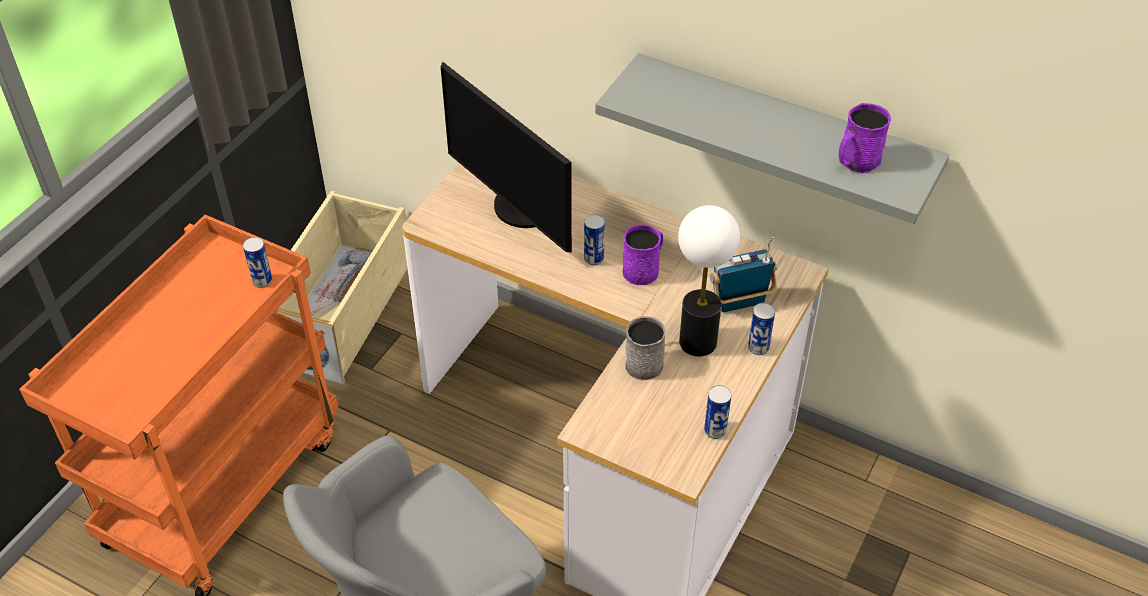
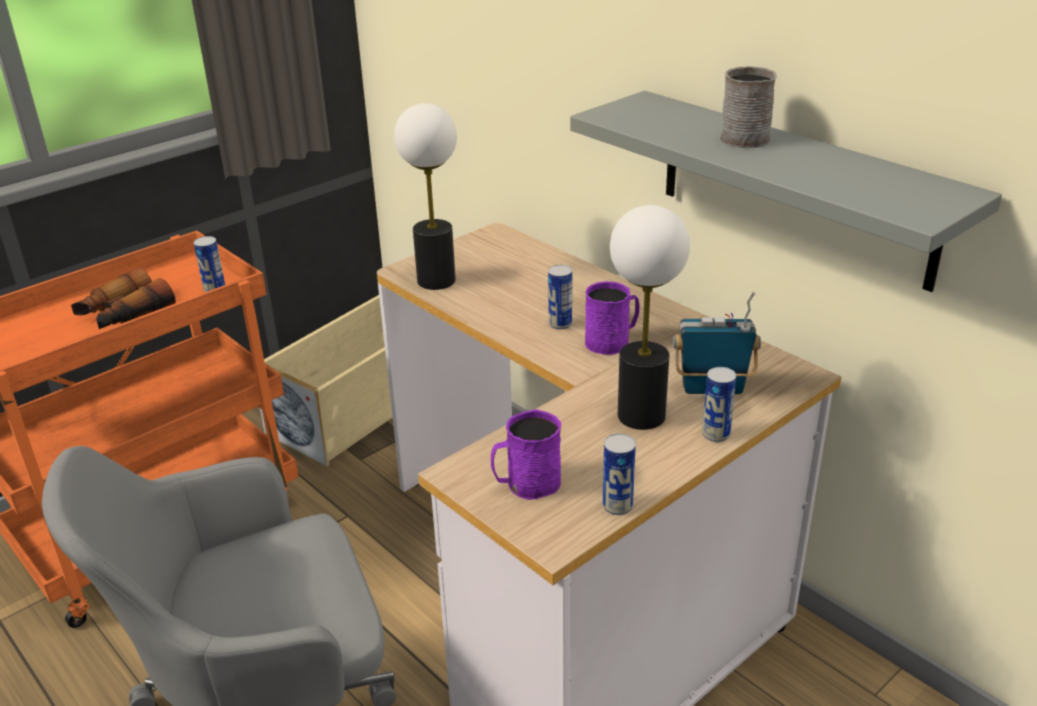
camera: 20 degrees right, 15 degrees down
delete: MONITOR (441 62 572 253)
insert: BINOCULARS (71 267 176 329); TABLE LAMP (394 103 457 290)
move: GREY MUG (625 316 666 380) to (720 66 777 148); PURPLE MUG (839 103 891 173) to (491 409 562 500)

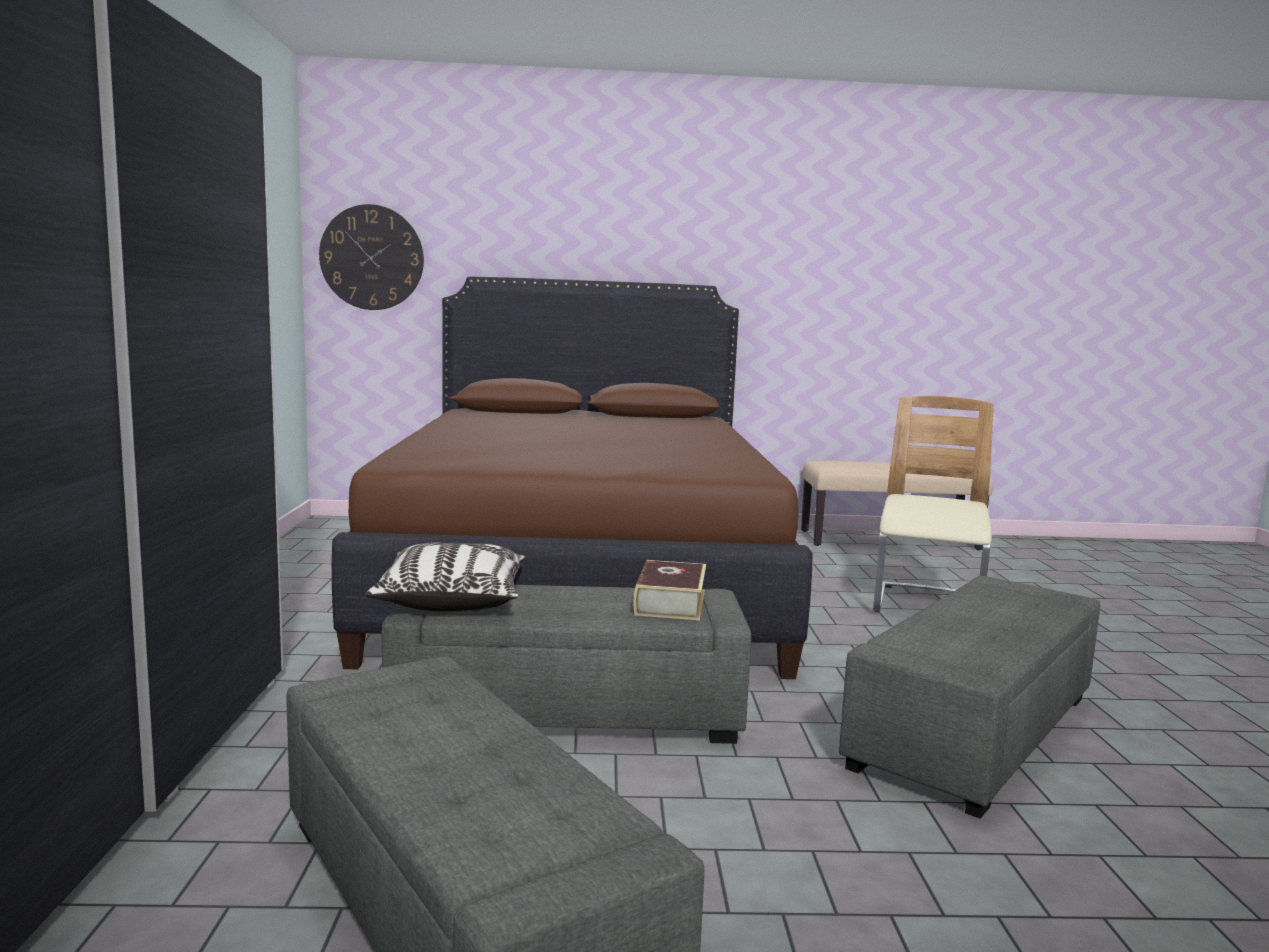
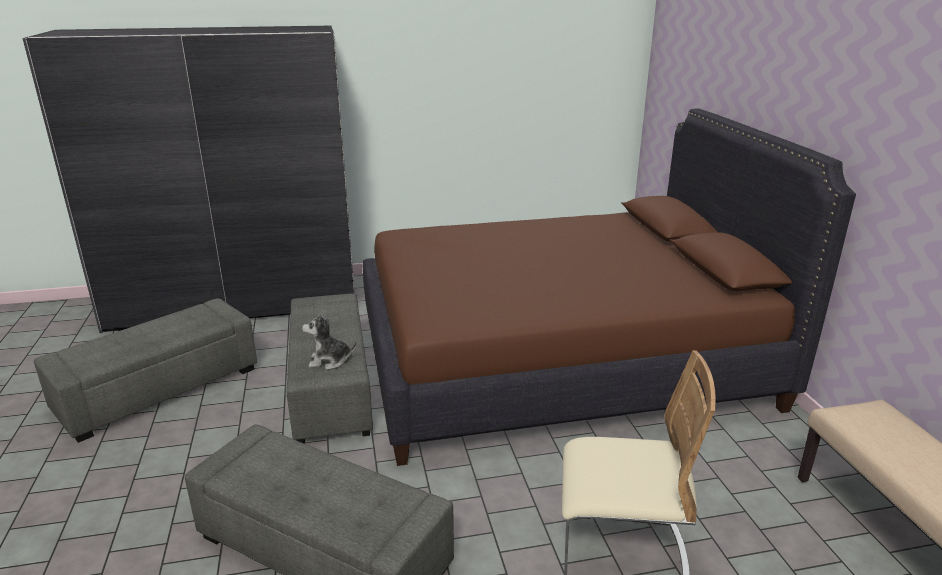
camera: 80 degrees right, 15 degrees up
delete: WALL CLOCK (319 204 424 310); PILLOW (365 543 525 611)
replace: BOOK (634 560 706 620) to PLUSH TOY (302 311 357 370)

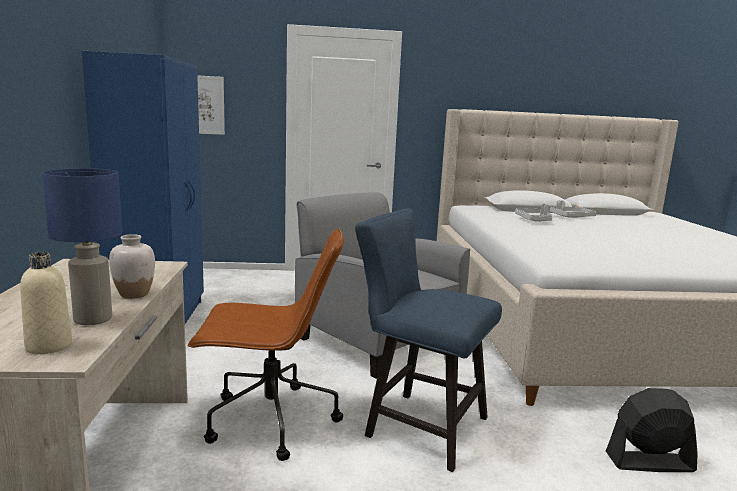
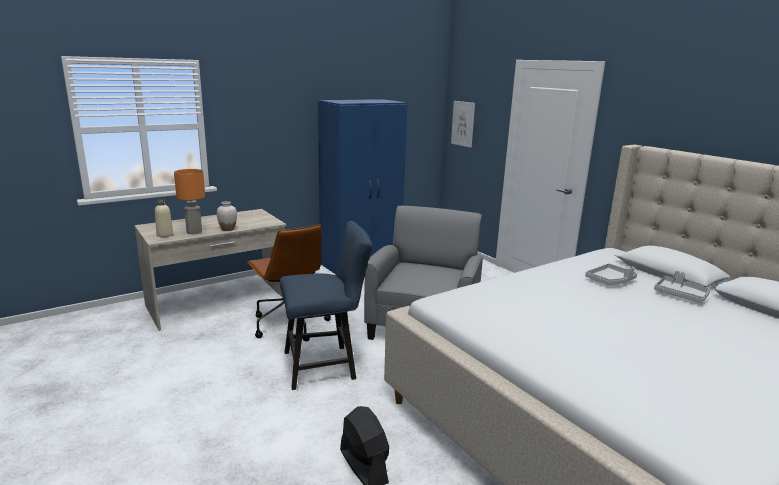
camera: 60 degrees right, 5 degrees up
recolor: BLUE TABLE LAMP (42 168 122 325) to ORANGE TABLE LAMP (174 169 205 234)
rotate: BLUE CHAIR (355 208 502 472) = (280 221 372 390) 75 degrees clockwise

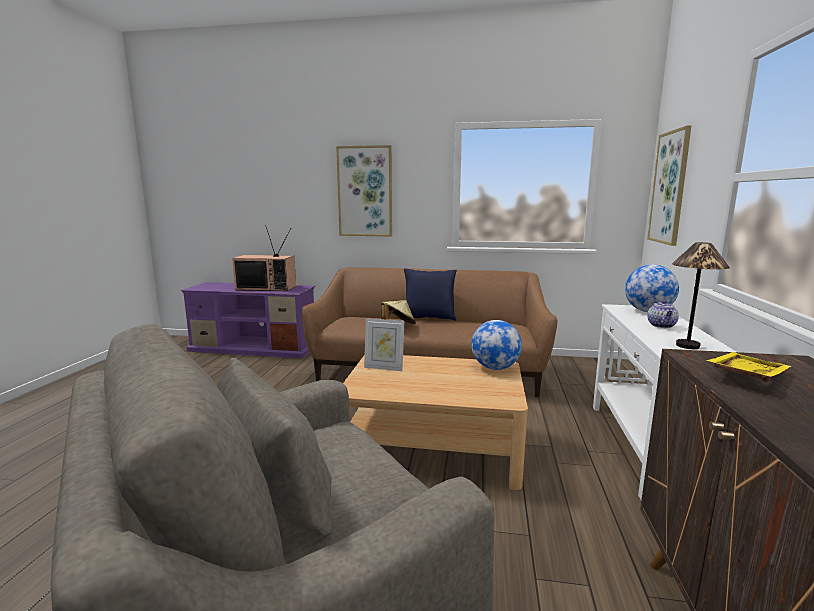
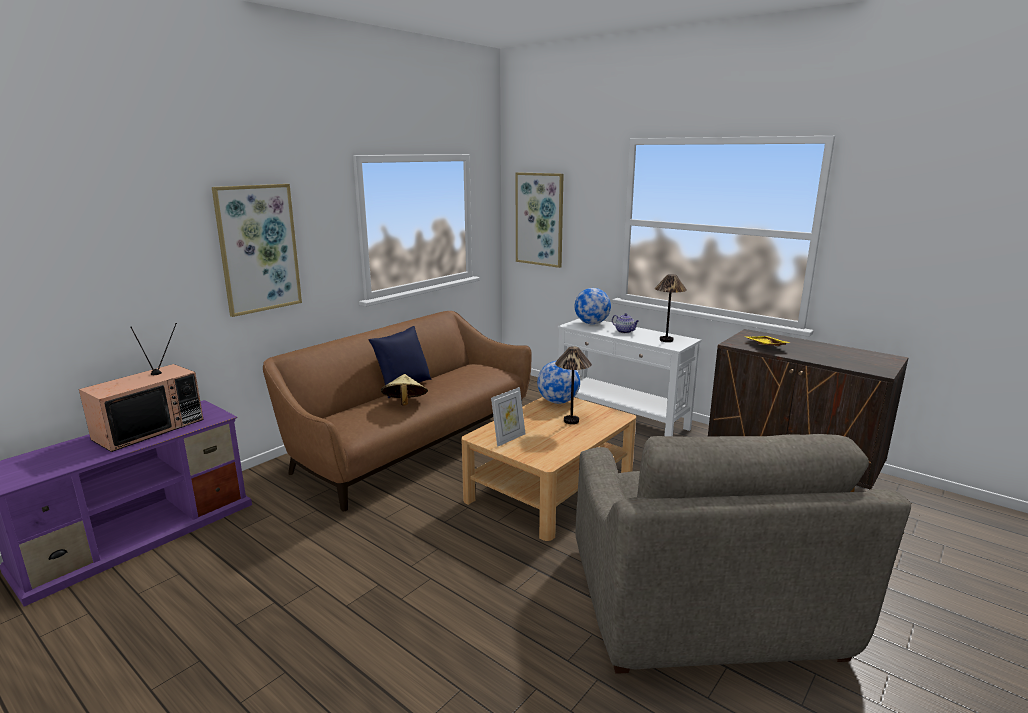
camera: 60 degrees left, 5 degrees up
insert: TABLE LAMP (555 346 592 424)

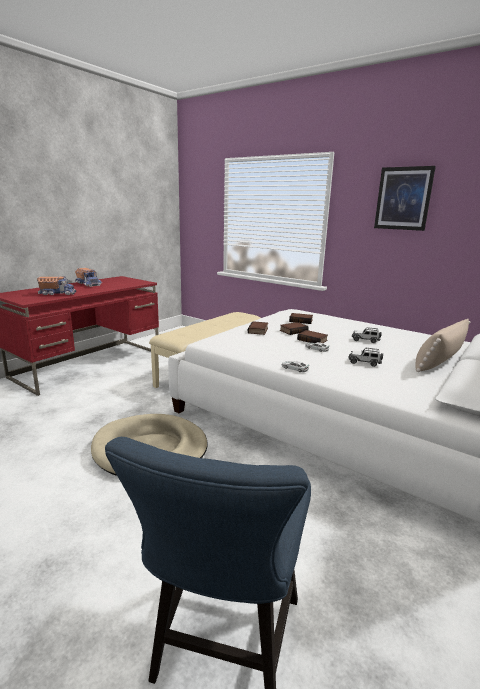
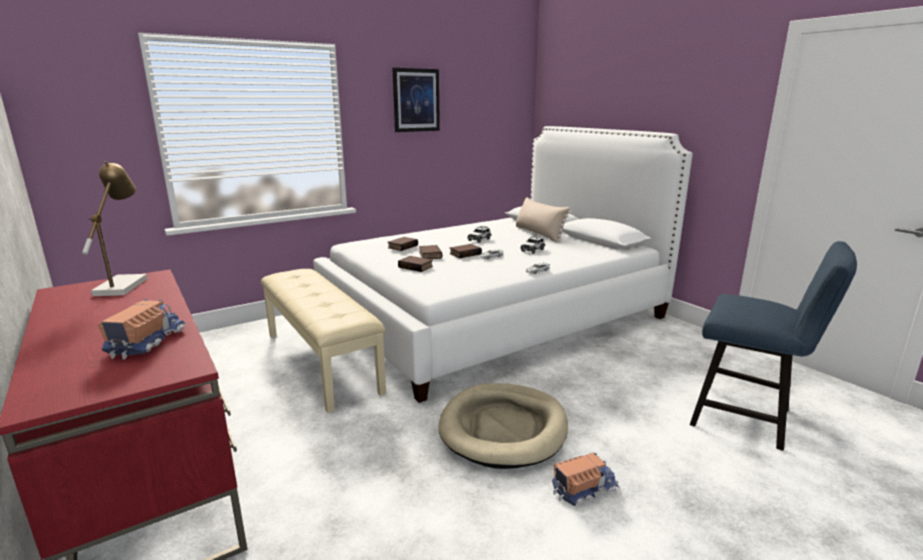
camera: 70 degrees left, 0 degrees up
insert: TABLE LAMP (82 161 147 296)
move: TOY TRUCK (75 268 102 287) to (552 453 620 506)

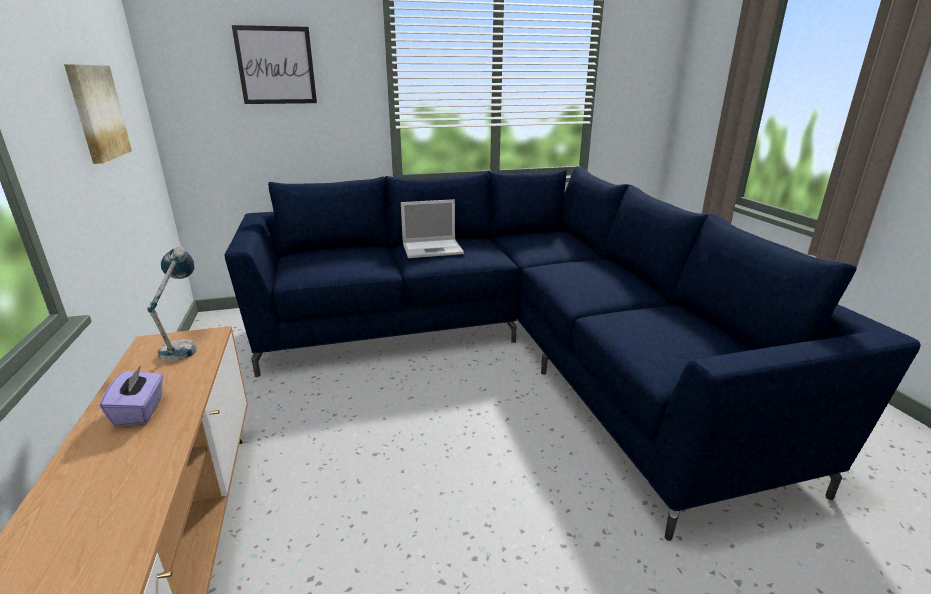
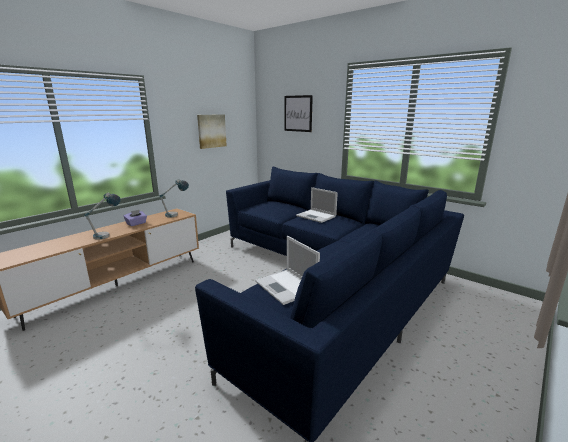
camera: 55 degrees right, 5 degrees down
insert: TABLE LAMP (85 193 121 240); LAPTOP (255 236 320 305)

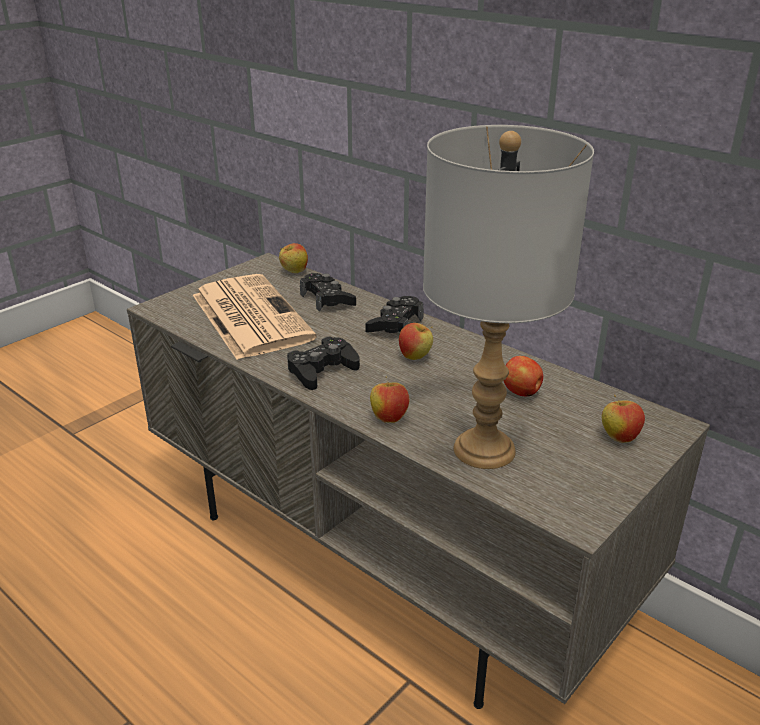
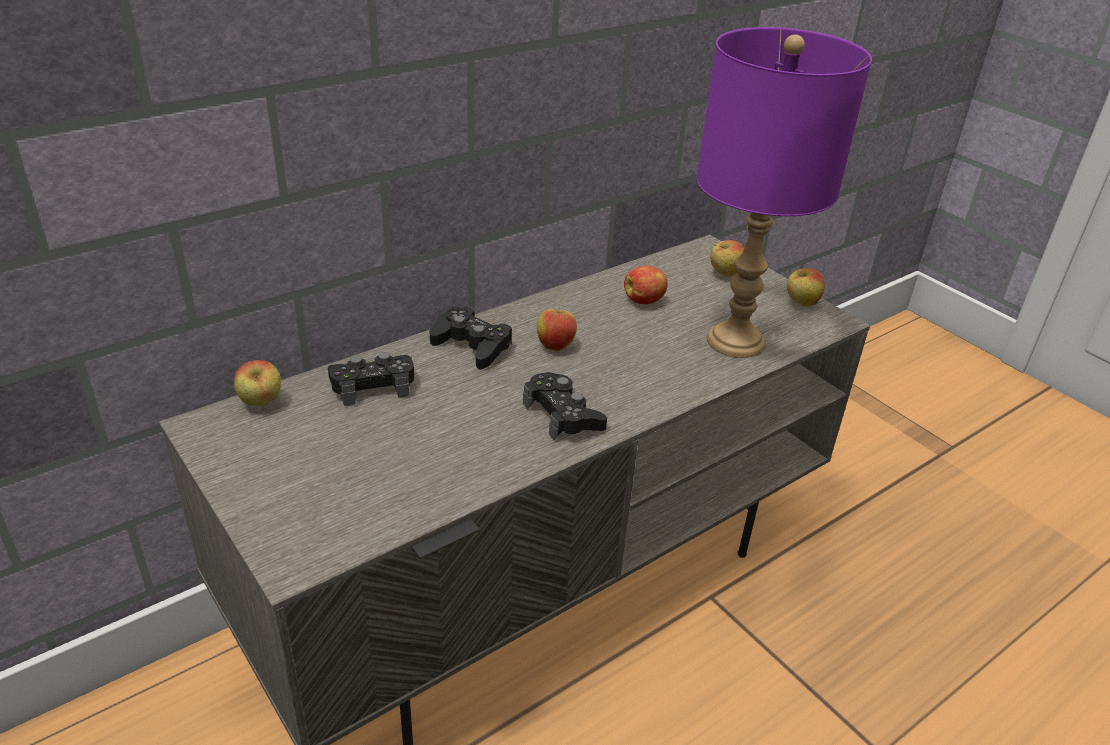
camera: 80 degrees left, 5 degrees up
delete: NEWSPAPER (193 274 317 360)
move: APPLE (370 376 409 423) to (787 268 825 307)
recolor: GREY TABLE LAMP (423 125 594 469) to PURPLE TABLE LAMP (696 27 872 358)

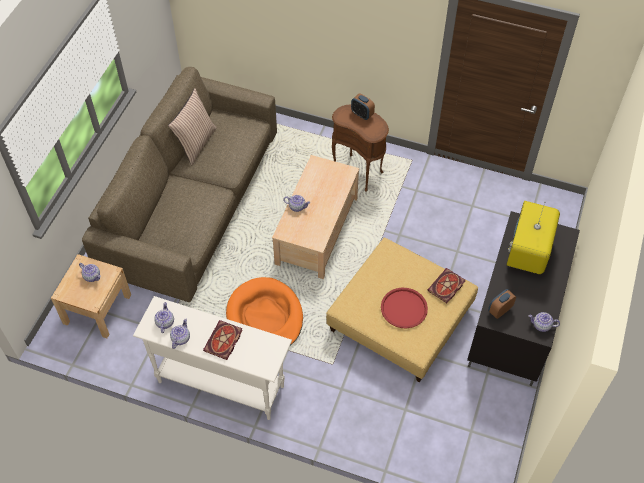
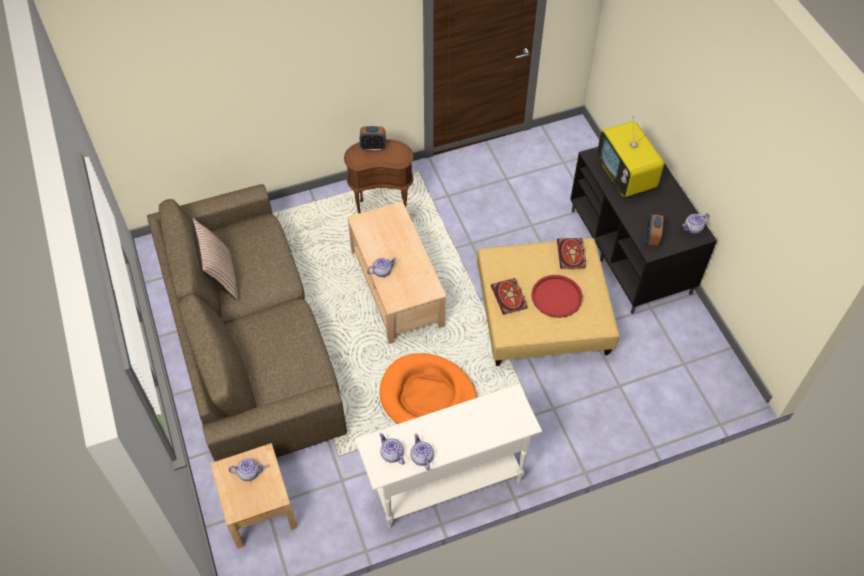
camera: 40 degrees left, 0 degrees up
move: BOOK (203 320 243 360) to (491 278 528 315)

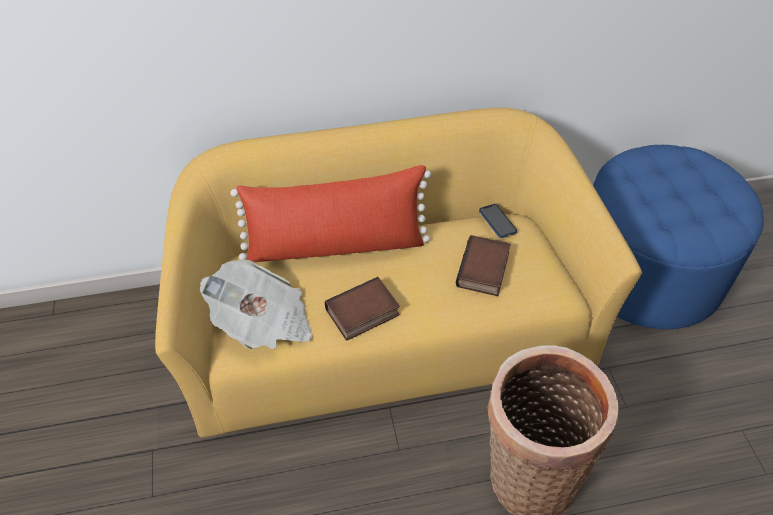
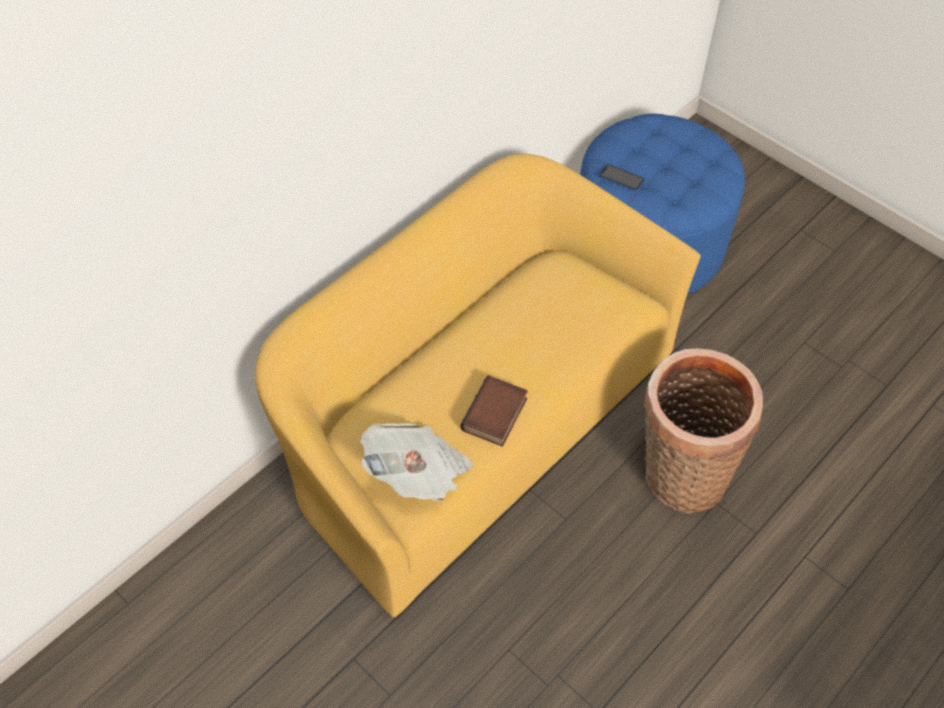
camera: 35 degrees left, 5 degrees up
delete: RED PILLOW (230 165 431 262); BOOK (456 235 511 296)
move: PHONE (479 204 517 238) to (599 164 644 191)

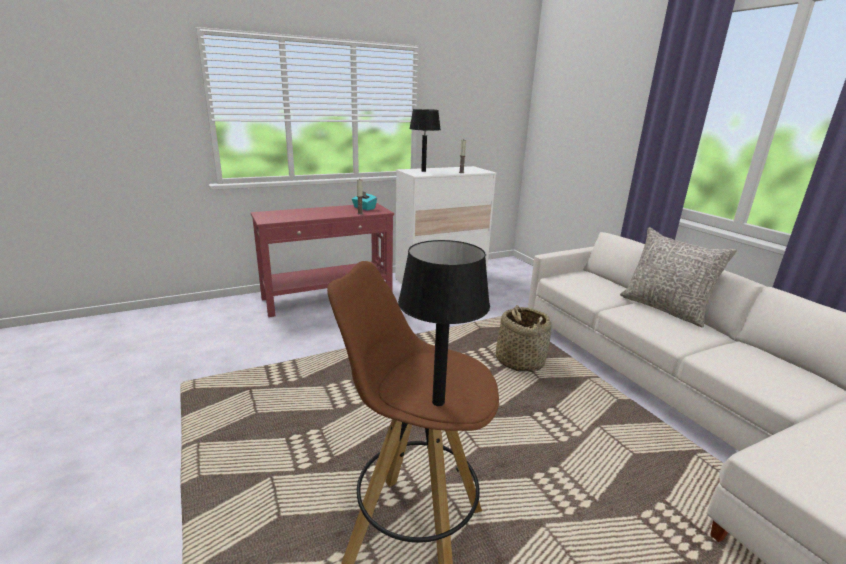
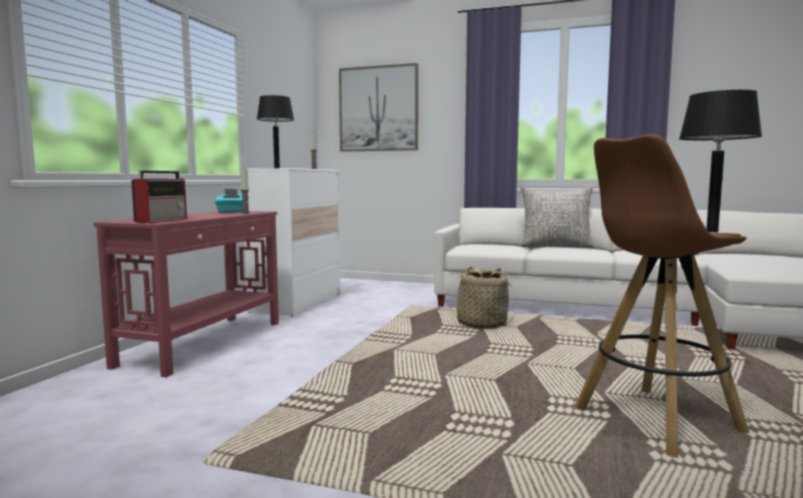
camera: 45 degrees left, 15 degrees down
insert: RADIO (131 171 187 223); PICTURE (339 63 418 152)

